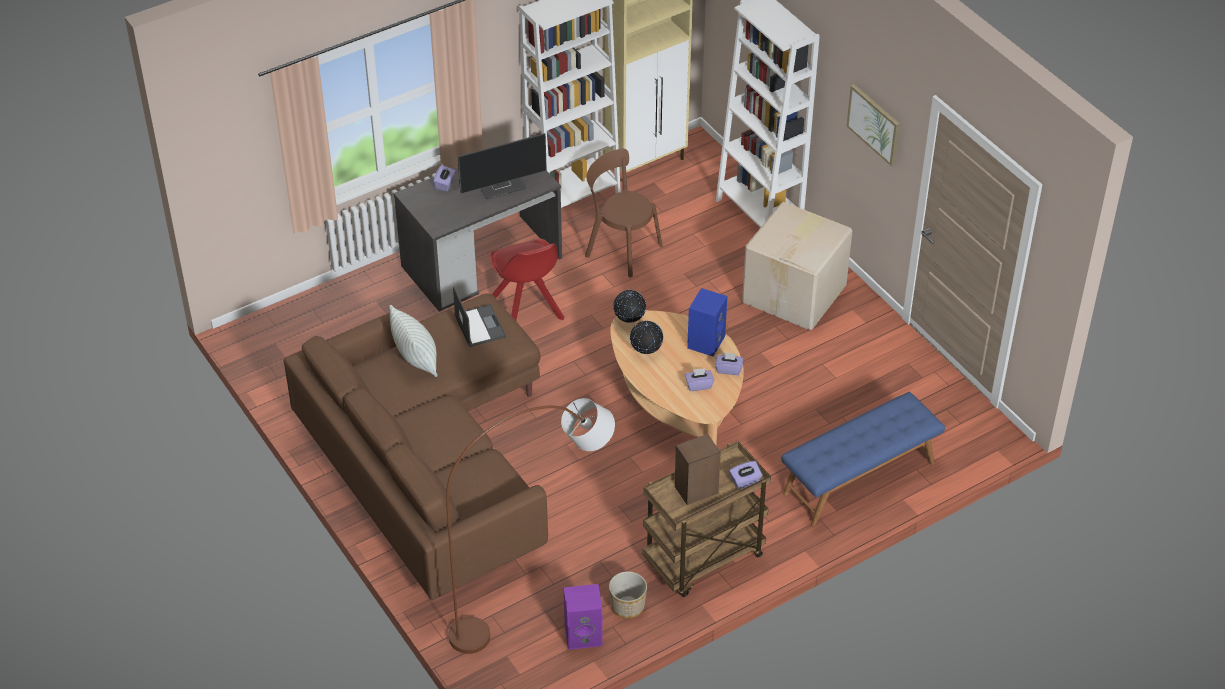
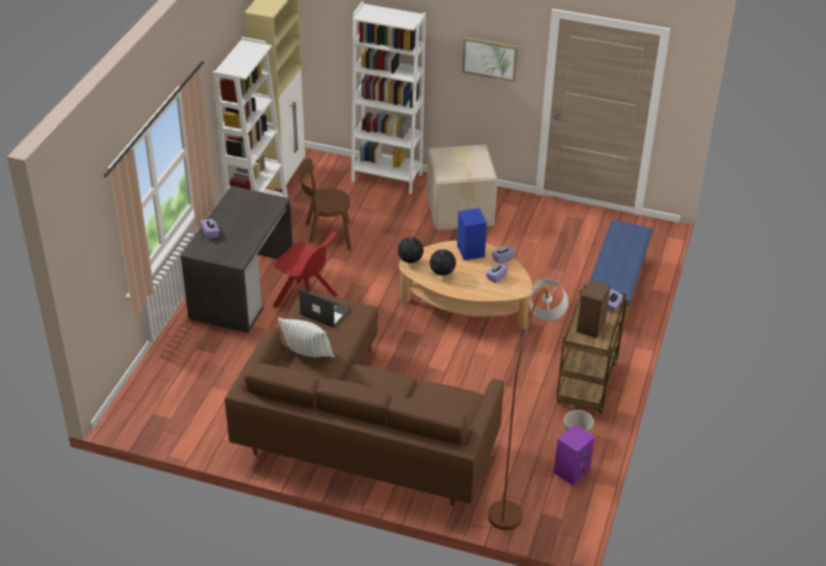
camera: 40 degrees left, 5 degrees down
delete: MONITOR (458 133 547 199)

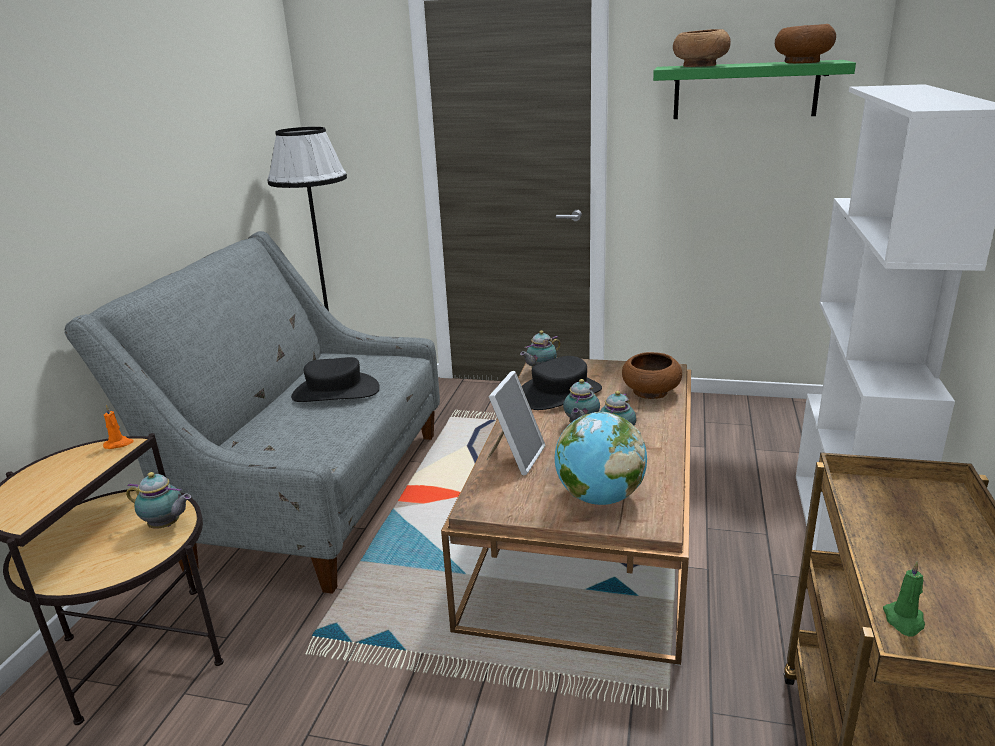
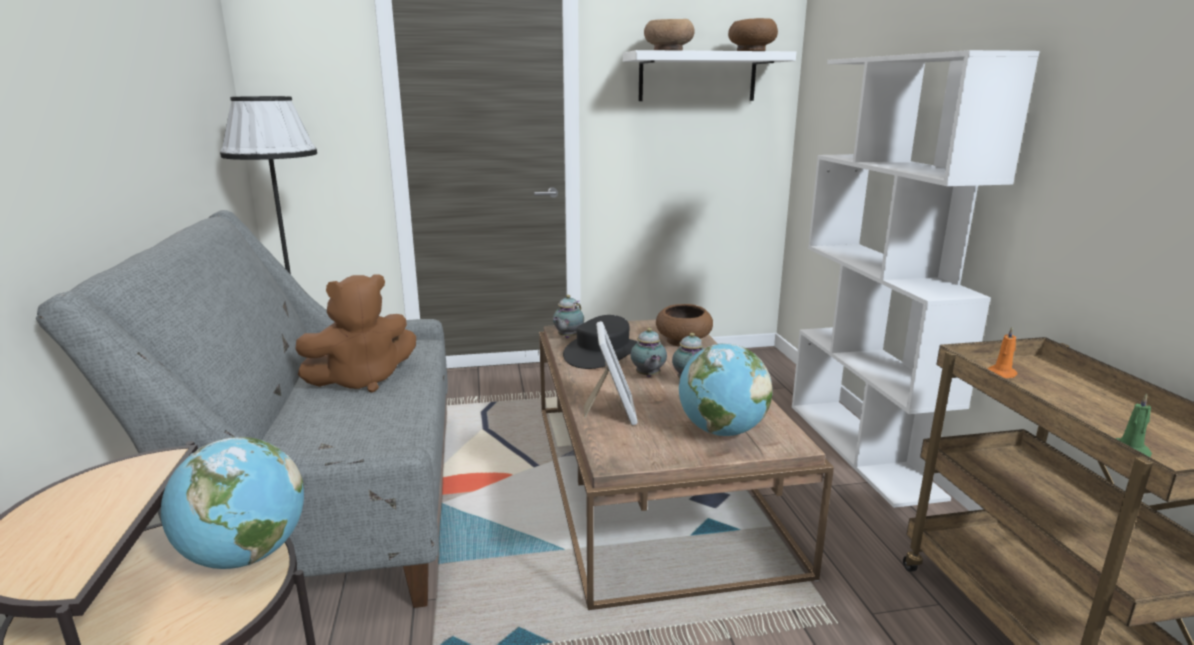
camera: 25 degrees left, 5 degrees down
move: ORANGE CANDLE (103 405 134 449) to (988 327 1017 378)
replace: TEAPOT (126 472 191 529) to GLOBE (161 437 304 569); BLACK HAT (291 357 380 402) to BROWN PLUSH TOY (295 274 416 393)
recolor: GREEN SHELF (653 60 856 119) to WHITE SHELF (623 50 796 101)

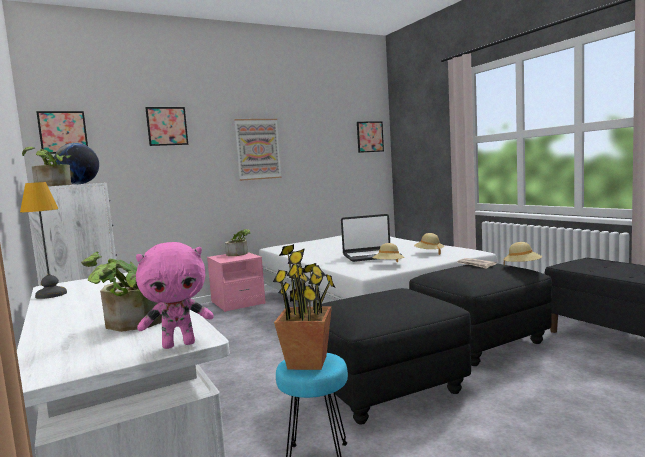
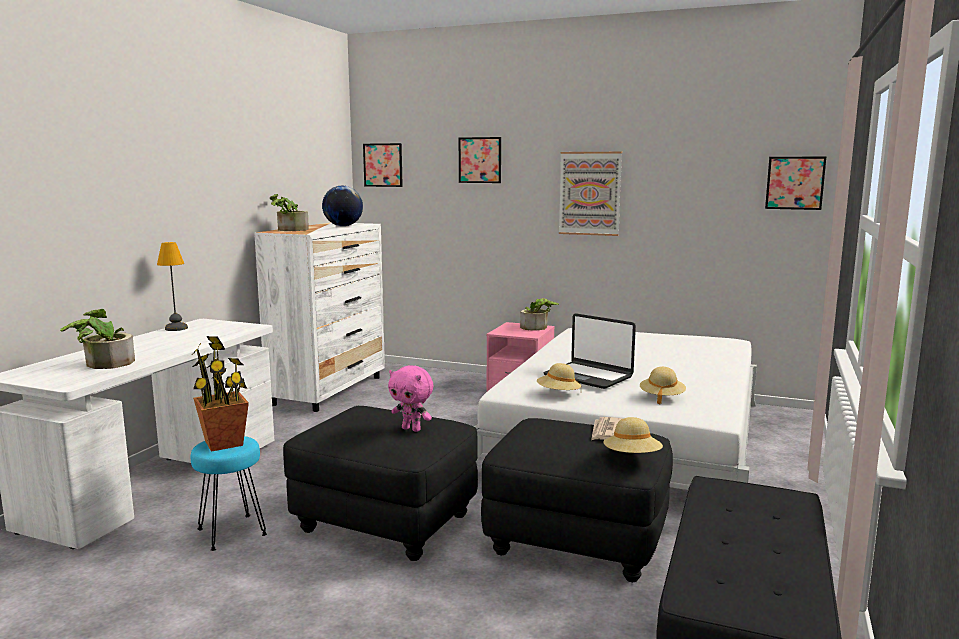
camera: 50 degrees right, 5 degrees up
move: PINK PLUSH TOY (136 242 214 349) to (388 365 433 432)

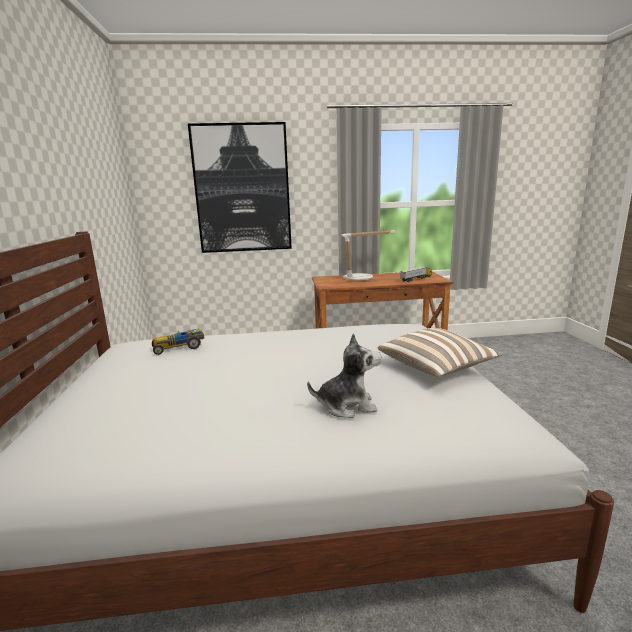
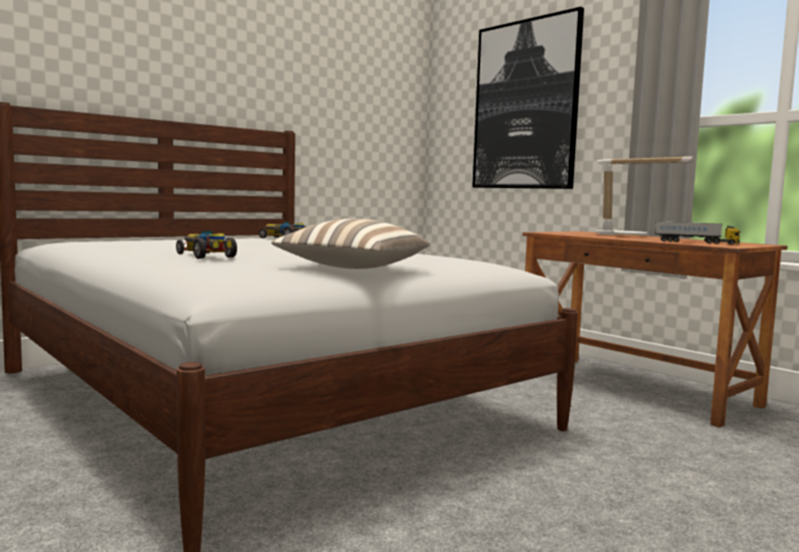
camera: 55 degrees right, 10 degrees down
replace: PLUSH TOY (307 333 381 418) to TOY CAR (176 231 237 259)

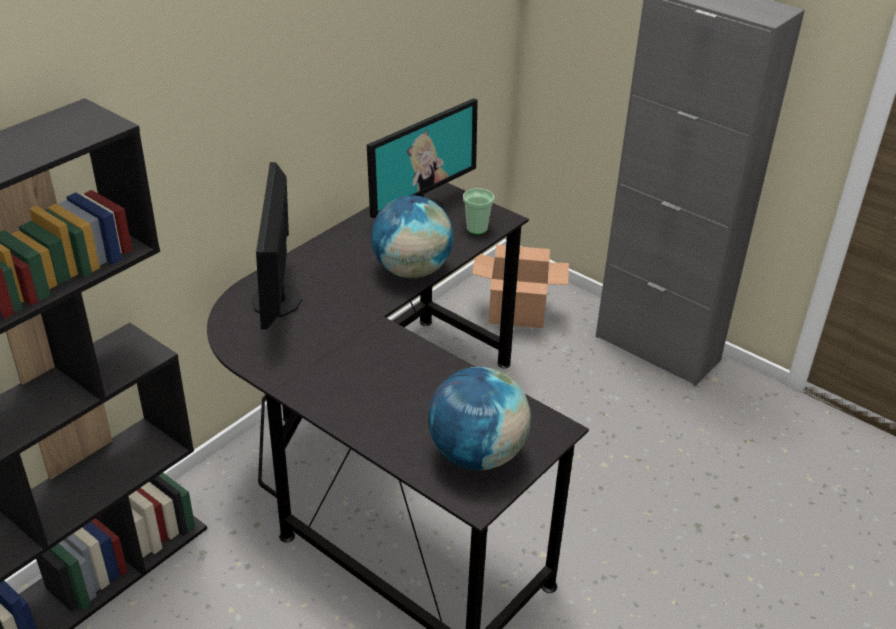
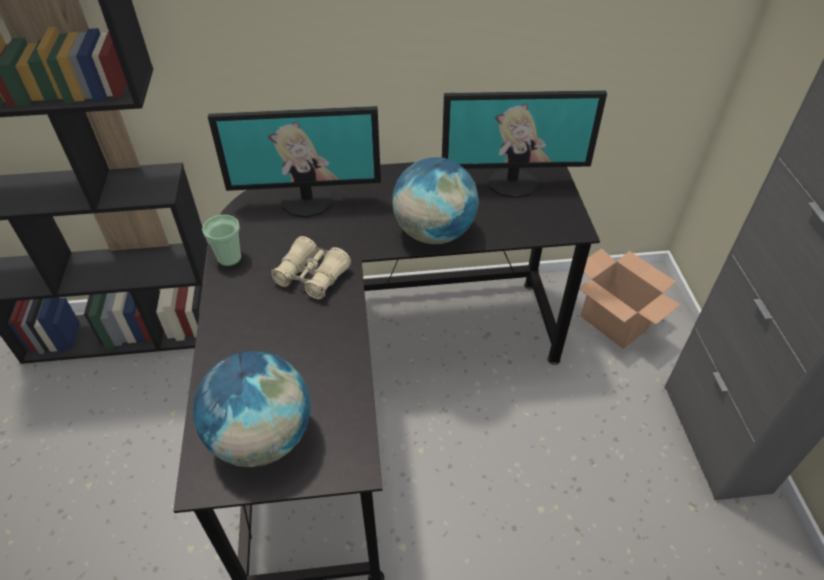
camera: 45 degrees right, 10 degrees up
insert: BEIGE BINOCULARS (270 236 351 300)
move: CUP (463 188 494 235) to (202 215 241 266)
rotate: MONITOR (251 162 302 329) = (208 106 381 218) 135 degrees counterclockwise

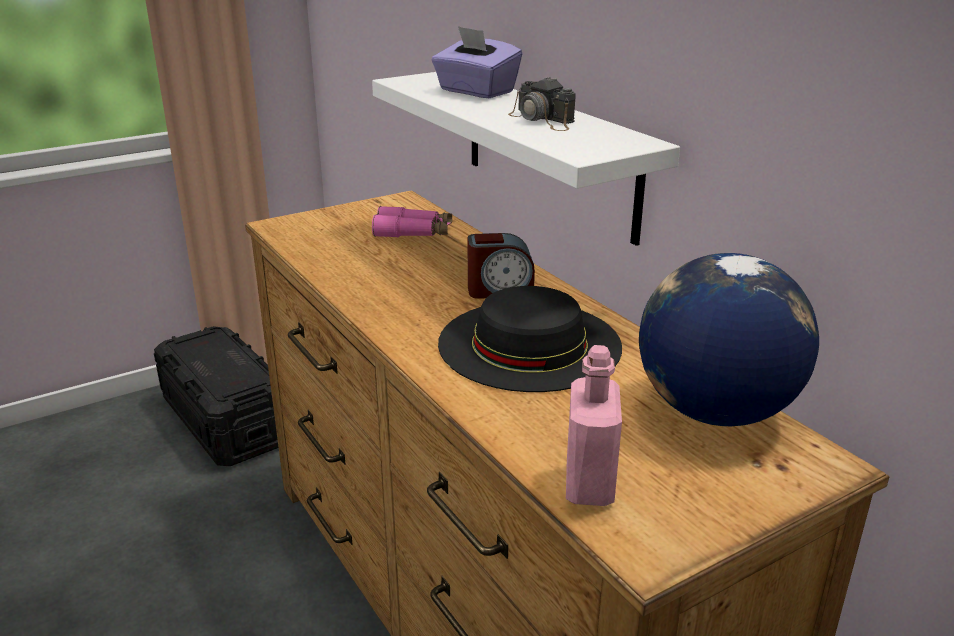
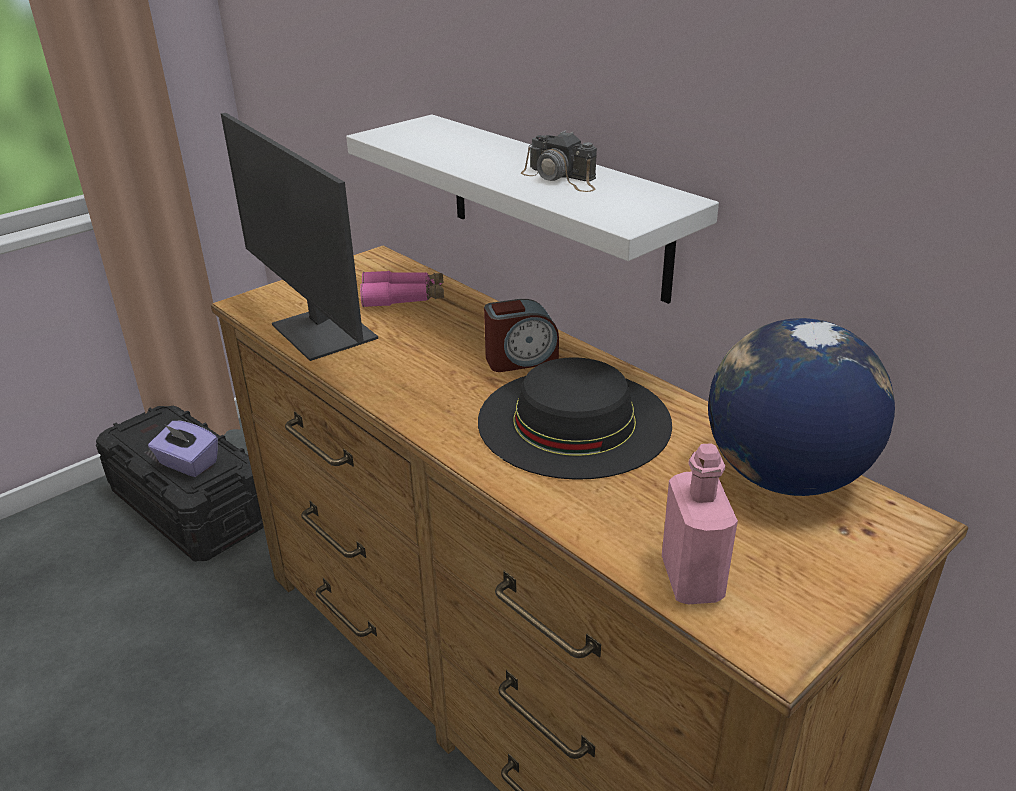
camera: 10 degrees left, 5 degrees up
insert: MONITOR (221 113 378 361)
move: PURPLE TISSUE BOX (432 26 522 98) to (148 421 218 477)

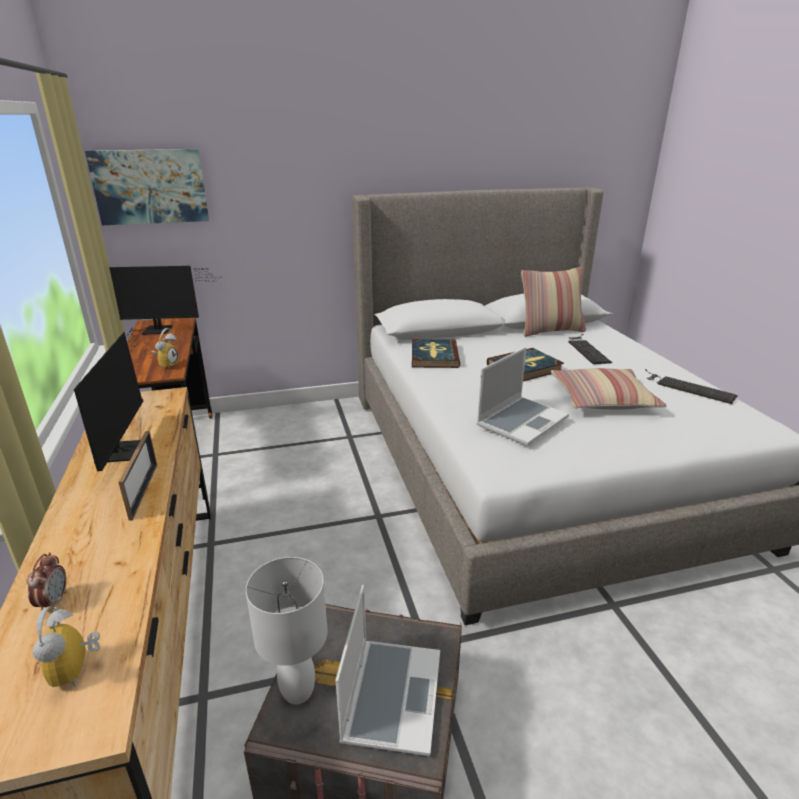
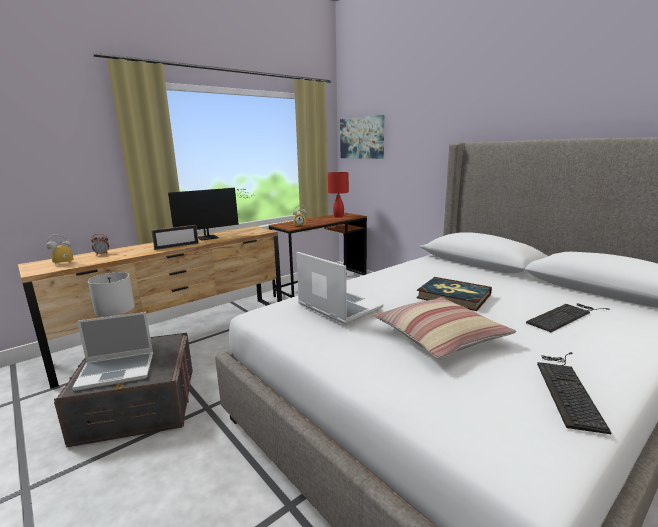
camera: 65 degrees right, 10 degrees down
delete: BOOK (412 339 460 368); PILLOW (521 267 586 337)
replace: MONITOR (109 266 219 335) to RED TABLE LAMP (328 172 349 218)
rotate: LAPTOP (477 347 569 446) = (296 252 383 324) 150 degrees counterclockwise

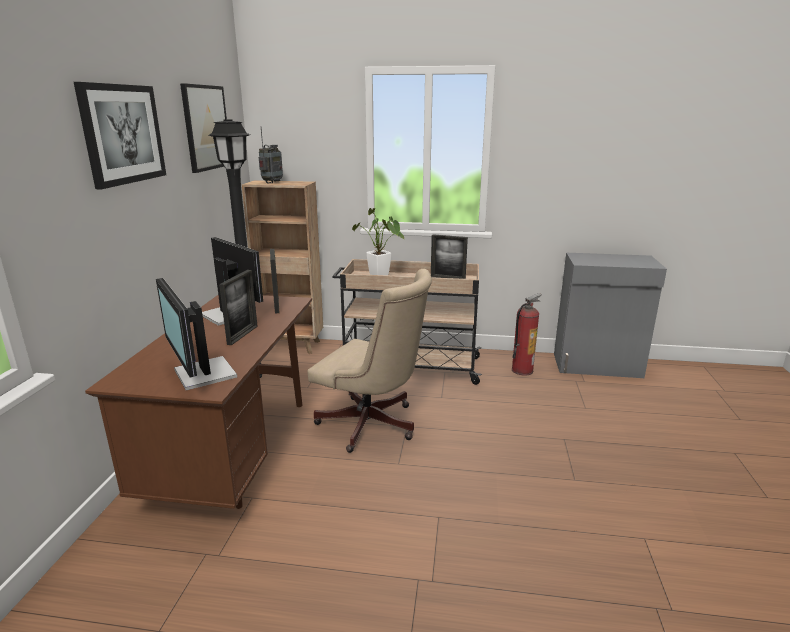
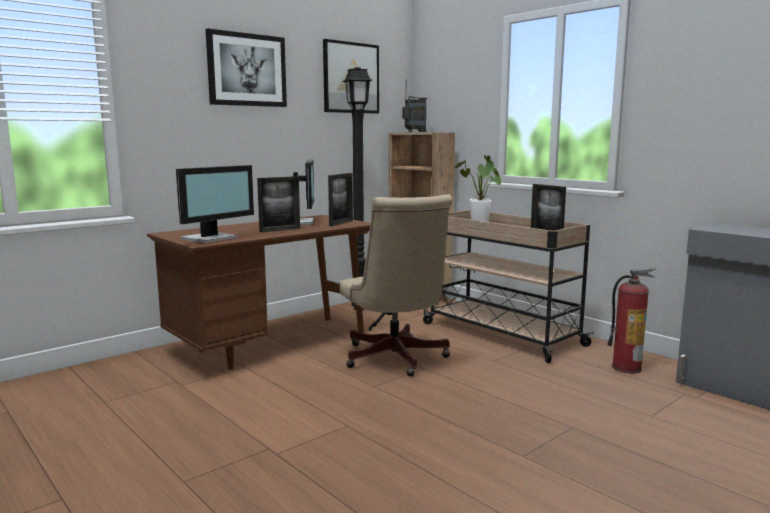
camera: 40 degrees right, 10 degrees down
rotate: MONITOR (156 278 237 390) = (176 165 254 243) 150 degrees counterclockwise

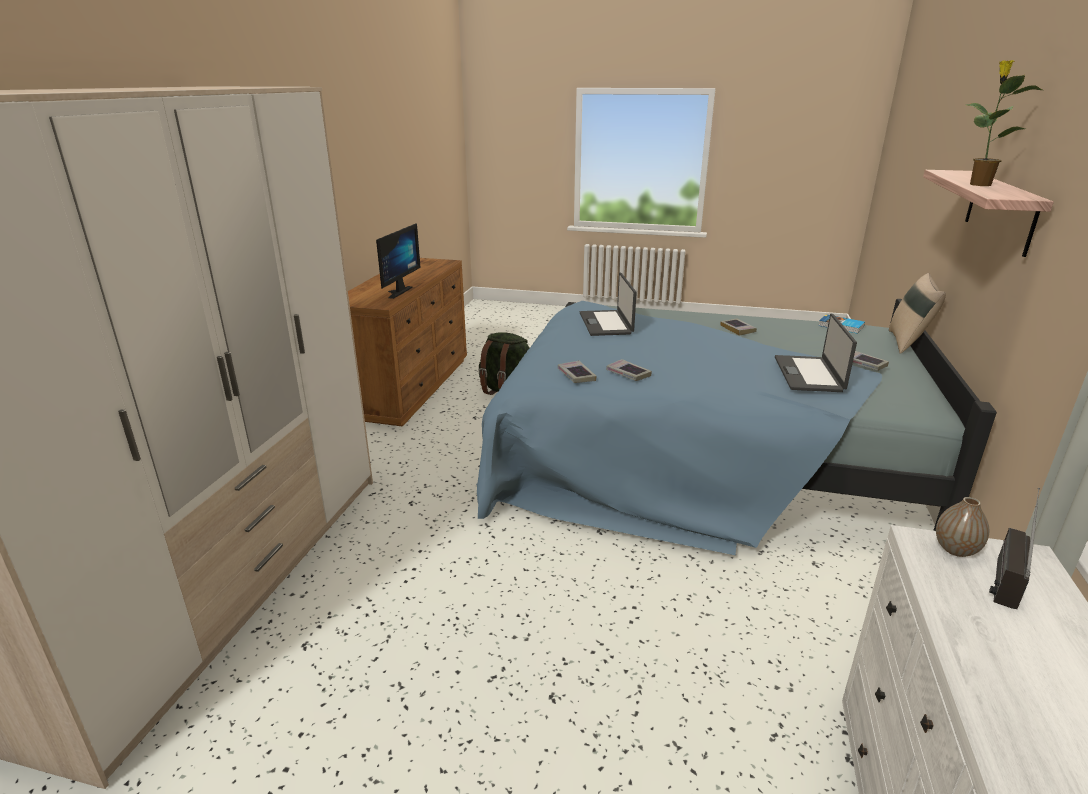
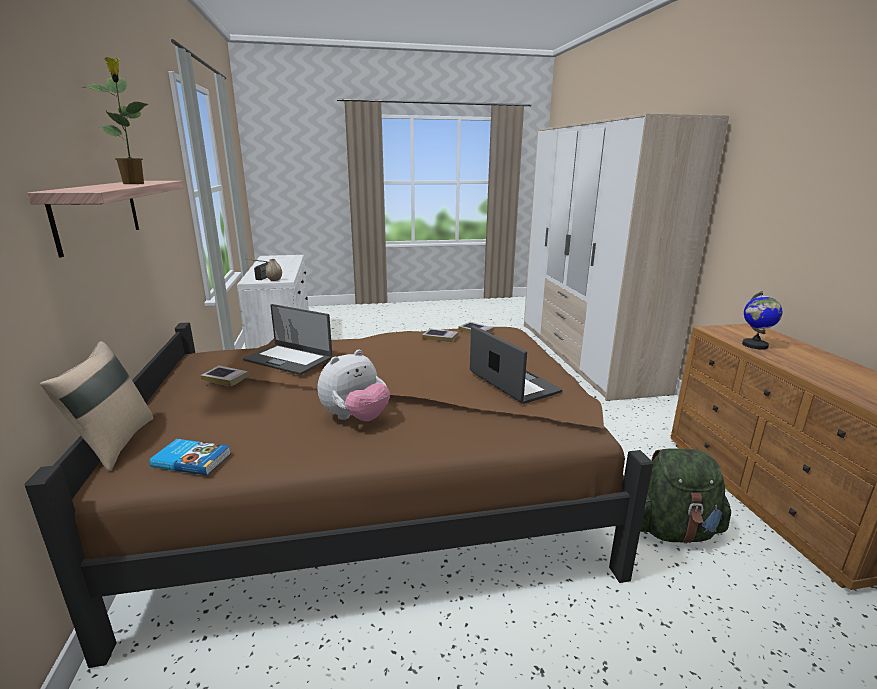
camera: 155 degrees right, 5 degrees down
replace: MONITOR (376 223 421 299) to GLOBE (742 291 782 350); BOOK (720 319 757 335) to PLUSH TOY (317 350 390 421)
recolor: BLUE BED (476 299 997 555) to BROWN BED (25 323 653 668)
rotate: LAPTOP (775 314 857 392) = (243 304 332 375) 135 degrees clockwise

